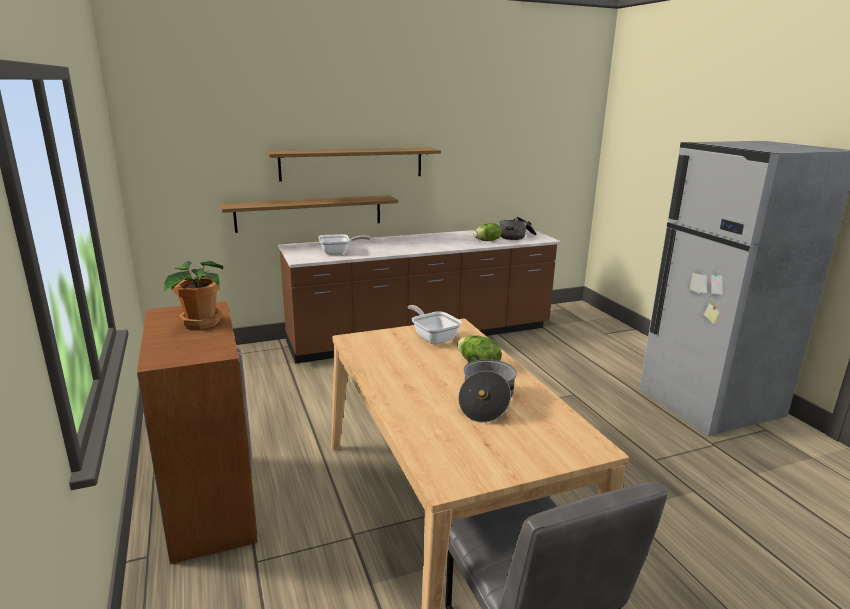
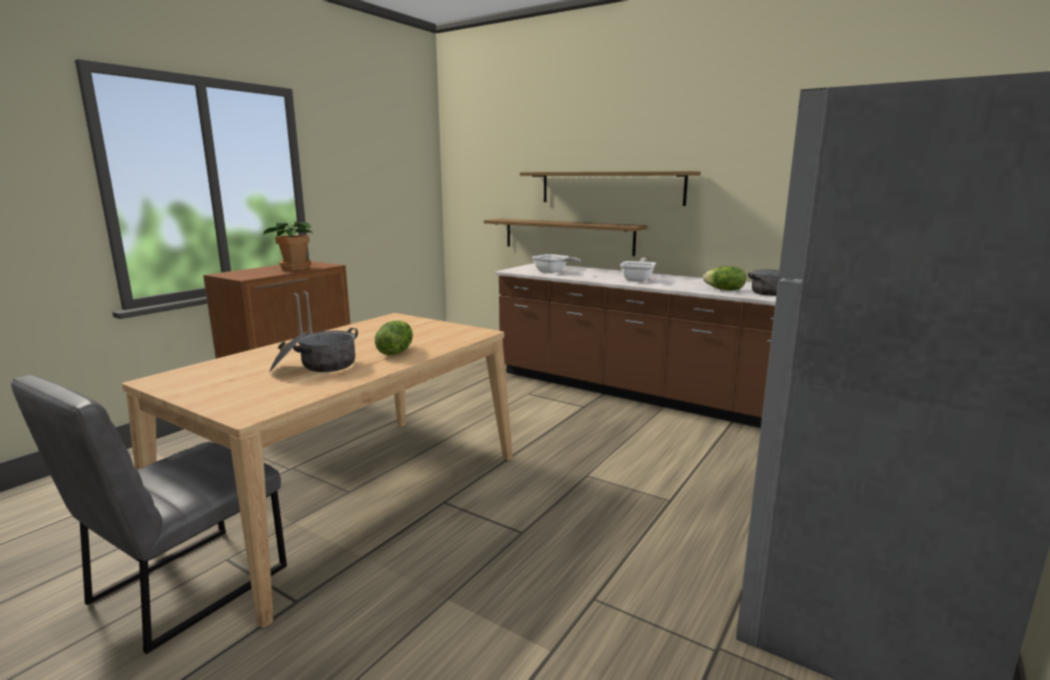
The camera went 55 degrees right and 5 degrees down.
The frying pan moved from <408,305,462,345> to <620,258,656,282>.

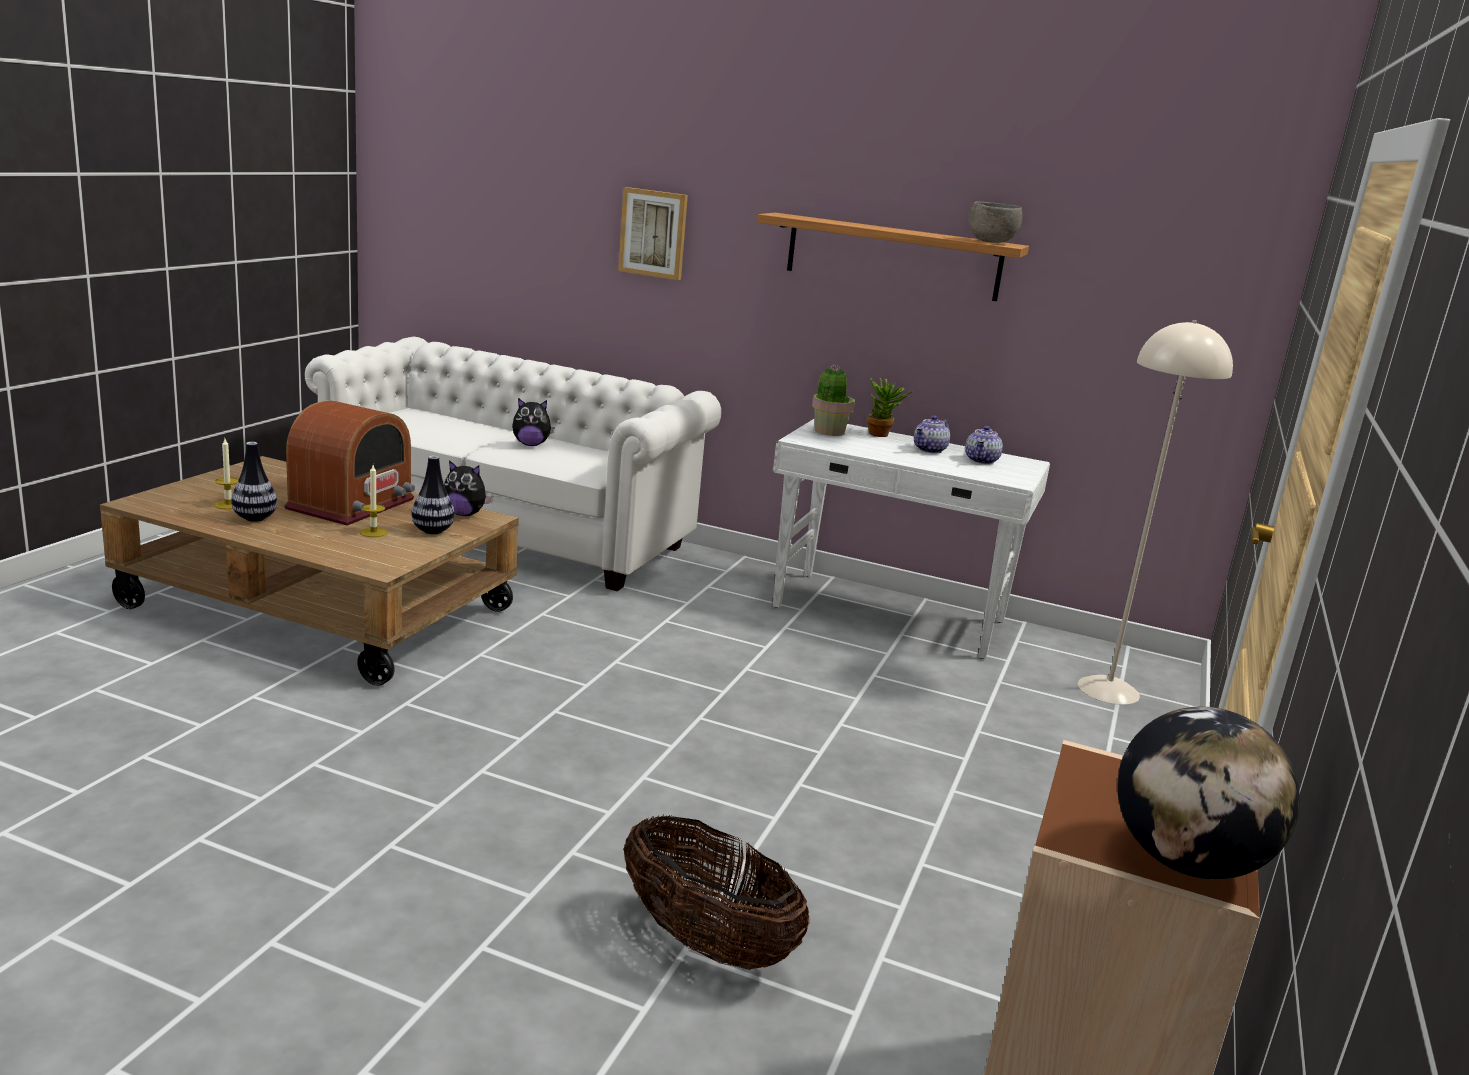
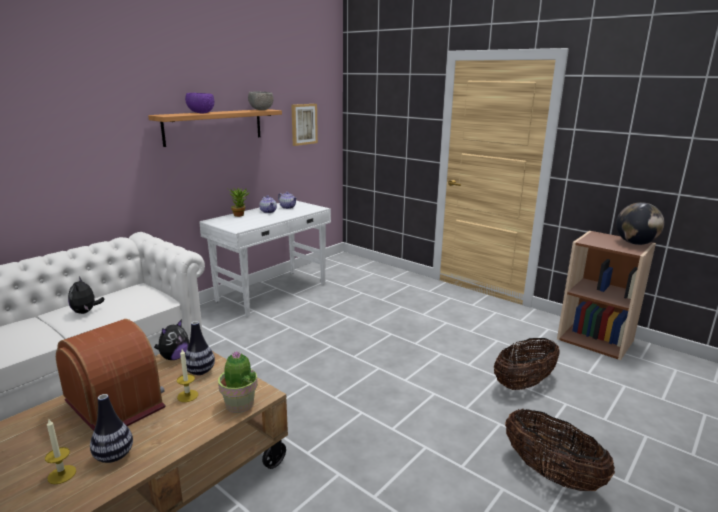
The camera went 70 degrees left and 0 degrees up.
The plush toy at <512,398,555,446> turned 150 degrees clockwise.
The purple bowl at <185,93,214,114> appeared.
The potted plant moved from <812,364,855,436> to <218,351,258,413>.
The picture moved from <618,187,688,280> to <291,104,318,146>.
The basket at <505,409,615,491> appeared.
The beige floor lamp at <1078,320,1233,705> disappeared.

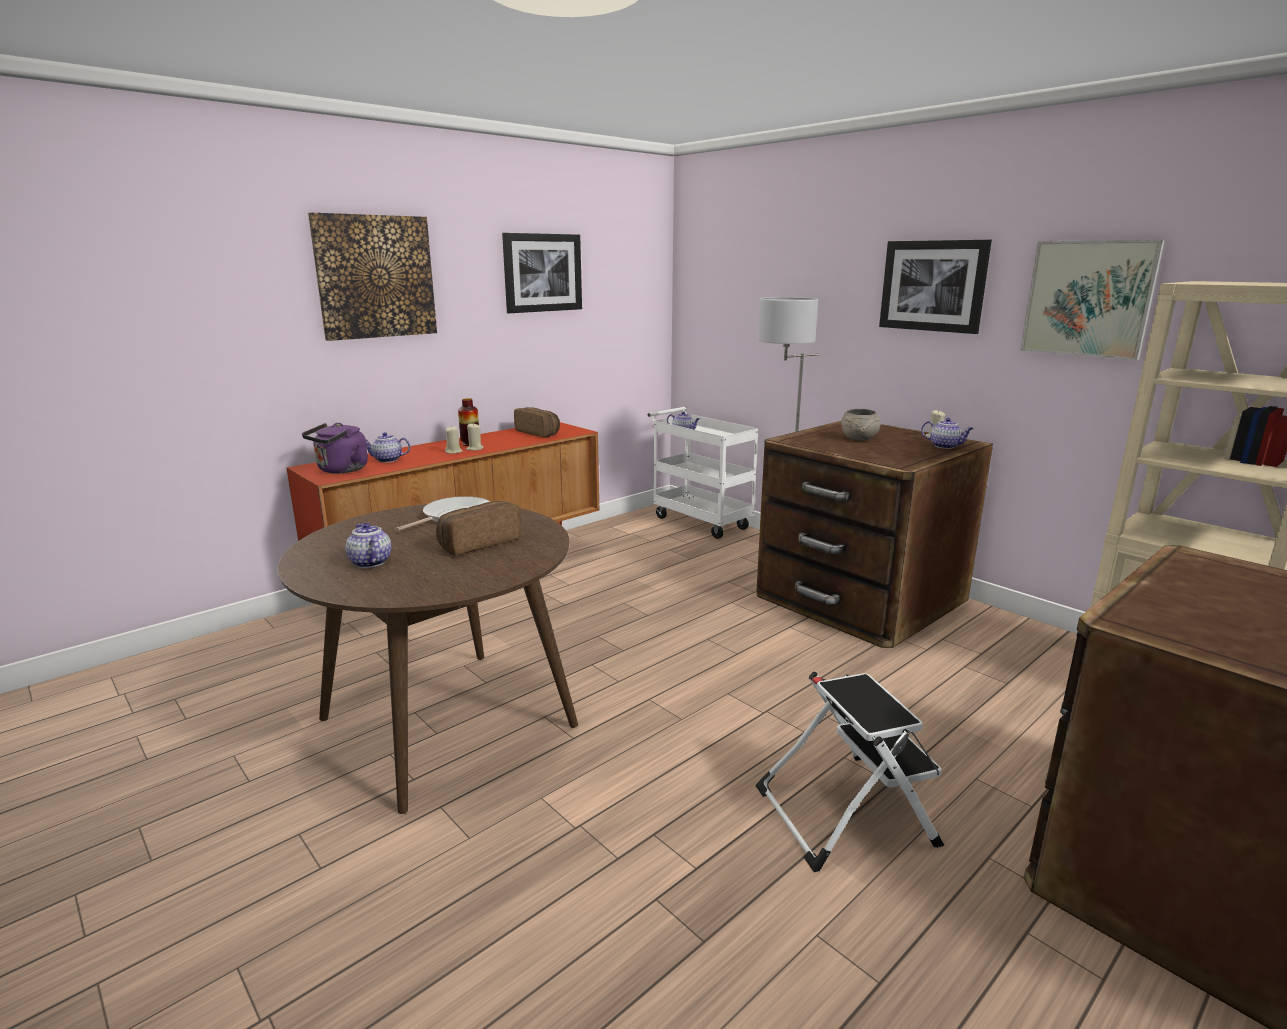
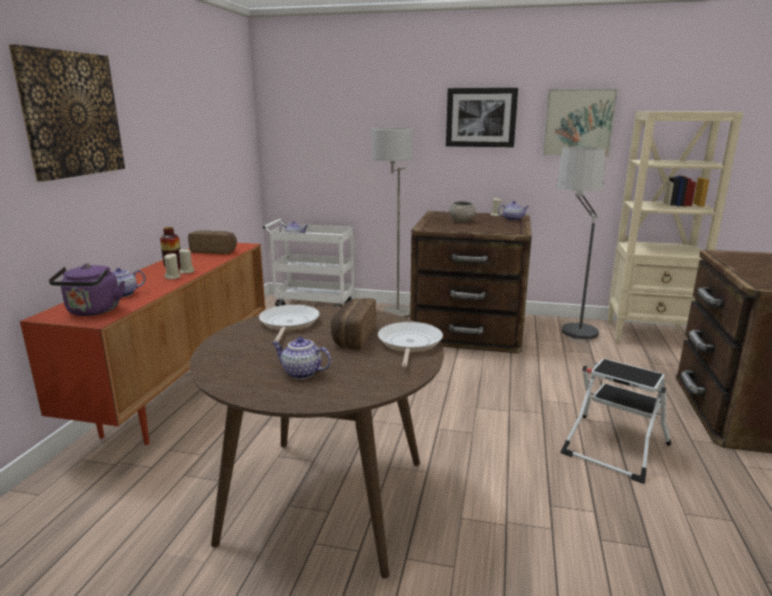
The camera went 35 degrees left and 0 degrees up.
The frying pan at <378,322,443,368> appeared.
The floor lamp at <556,147,606,344> appeared.
The picture at <502,233,582,313> disappeared.

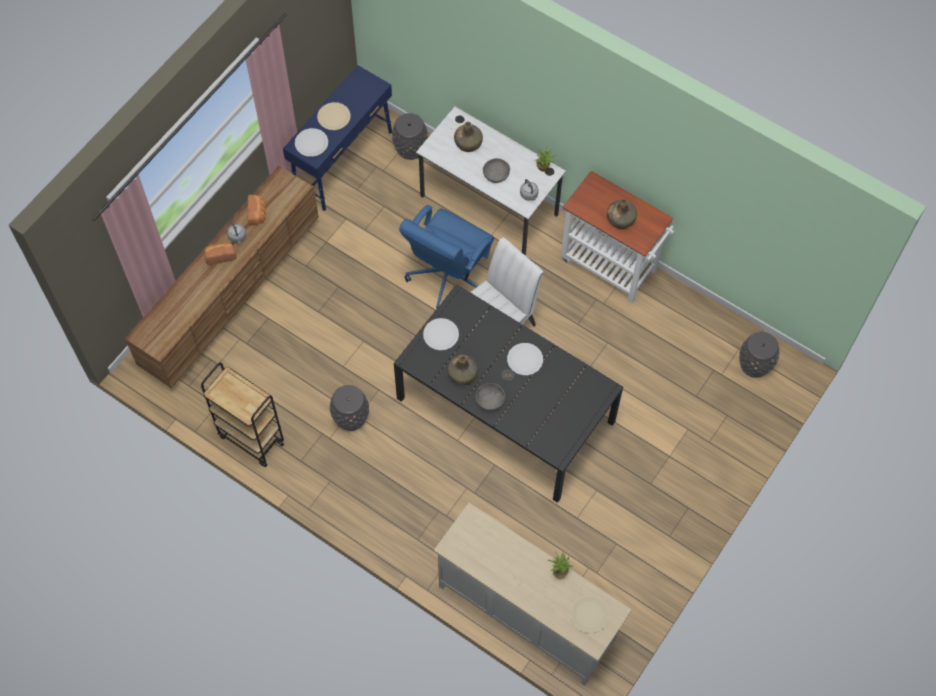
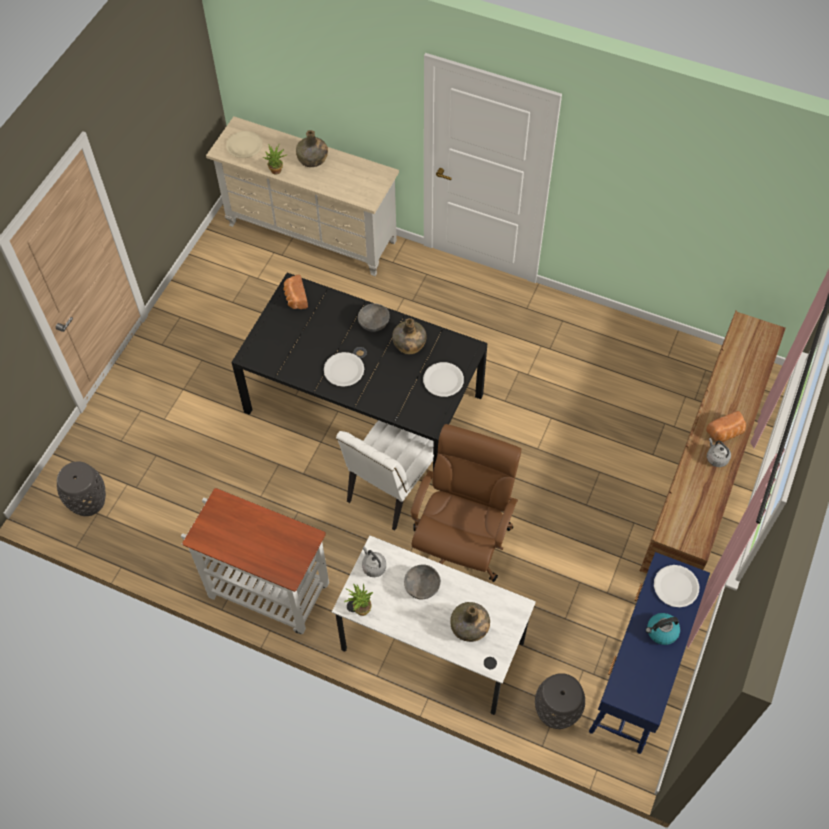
The camera went 170 degrees right and 5 degrees down.
The bread moved from <248,195,266,226> to <283,274,308,309>.
The green bottle moved from <607,199,637,229> to <296,130,328,167>.
The blue office chair at <399,205,494,308> became the brown office chair at <411,424,521,582>.
The beige plate at <317,102,351,130> was replaced by the kettle at <646,613,680,645>.
The brown cart at <201,362,284,467> disappeared.
The grey stool at <330,385,369,431> disappeared.

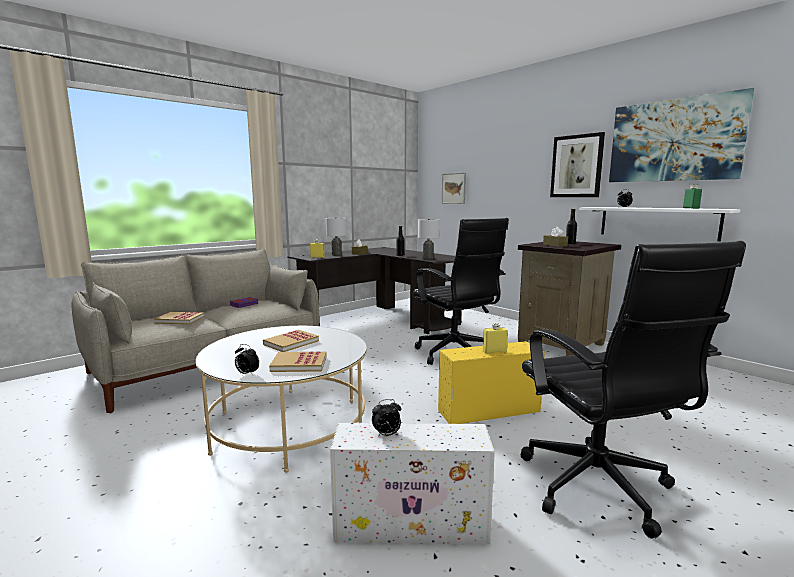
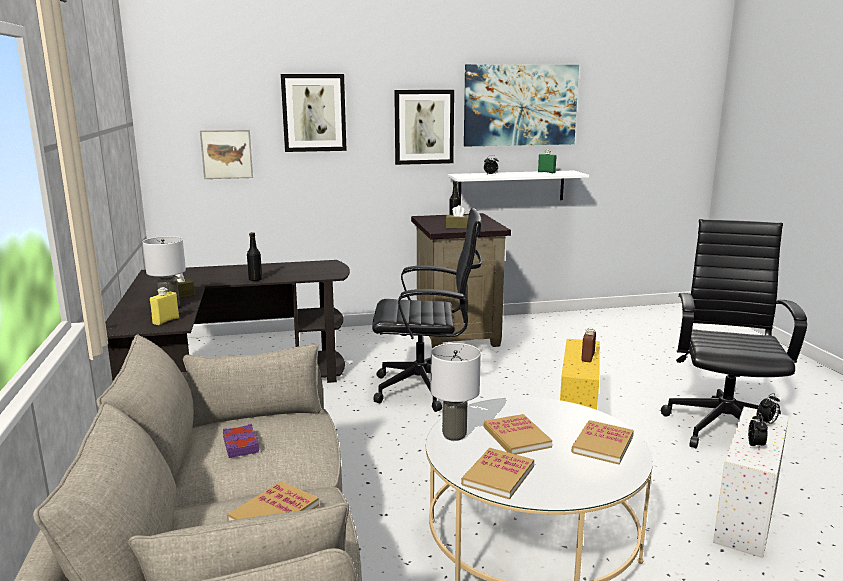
The camera went 60 degrees left and 5 degrees up.
The picture at <281,74,347,152> appeared.
The white table lamp moved from <418,219,440,260> to <431,343,481,441>.
The book at <461,448,534,500> appeared.
The yellow bottle at <483,322,508,354> became the brown bottle at <581,327,596,362>.
The black office chair at <521,241,746,538> turned 90 degrees counterclockwise.
The alarm clock moved from <235,344,259,375> to <756,393,780,424>.

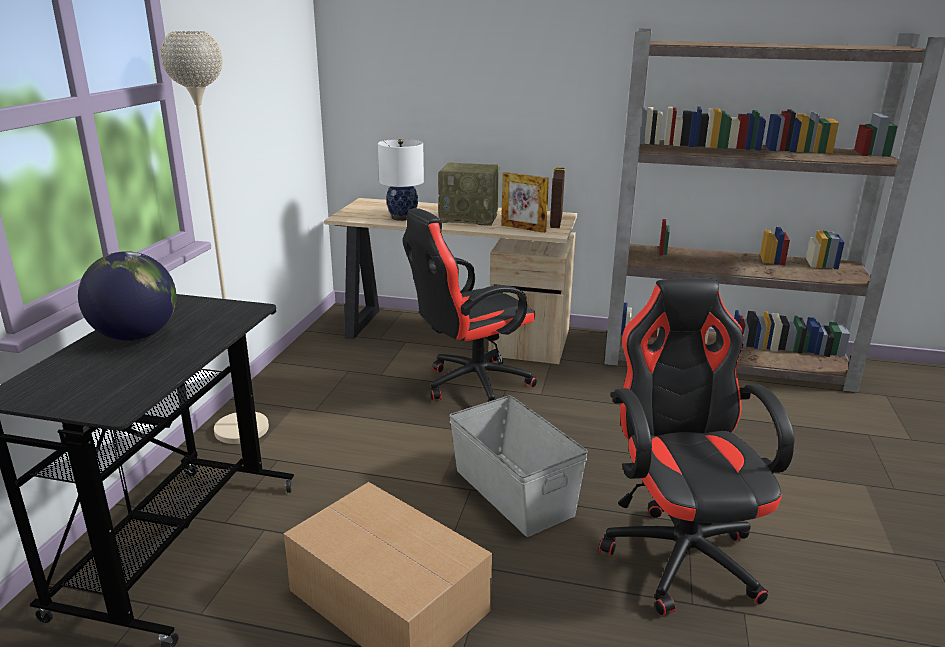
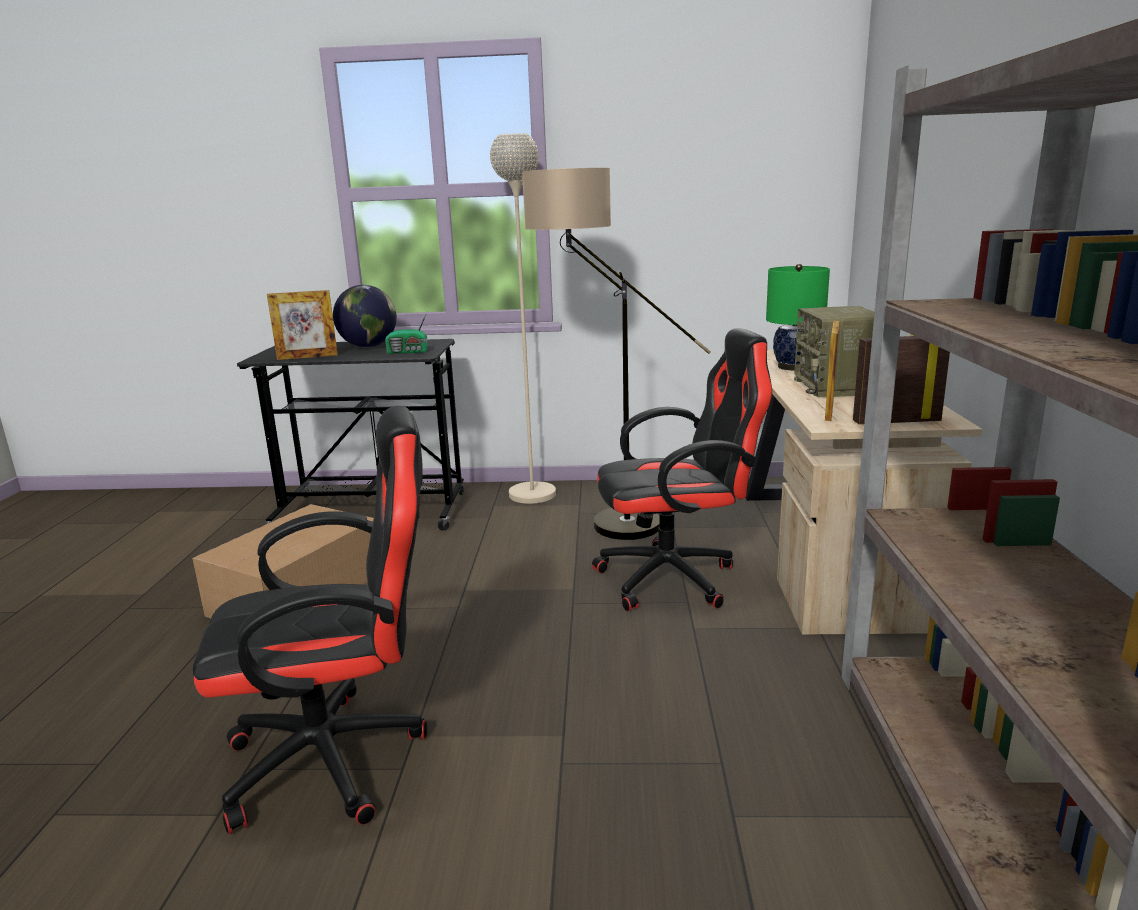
The camera went 80 degrees right and 5 degrees down.
The picture frame at <267,290,338,360> appeared.
The radio at <385,312,428,354> appeared.
The floor lamp at <522,168,711,540> appeared.
The black office chair at <403,208,537,402> turned 120 degrees clockwise.
The white table lamp at <378,139,424,221> became the green table lamp at <766,264,830,370>.
The grey storage box at <449,395,588,537> disappeared.

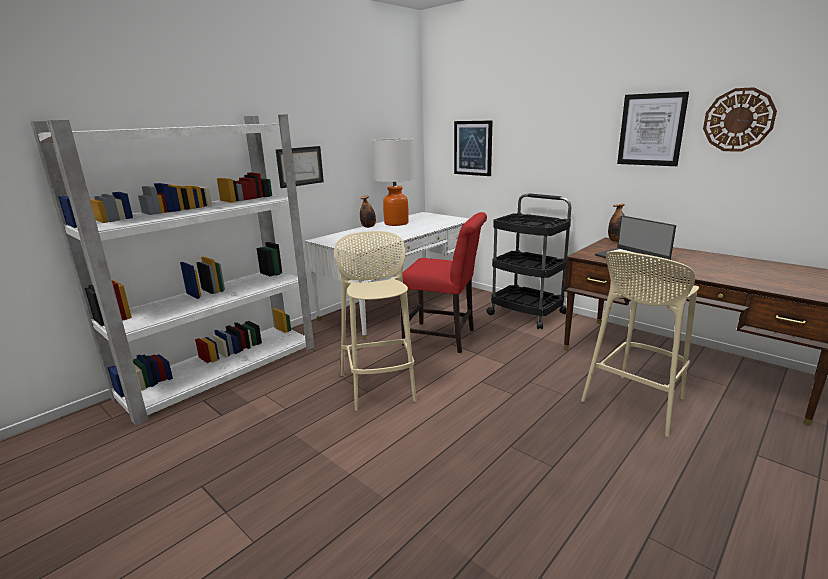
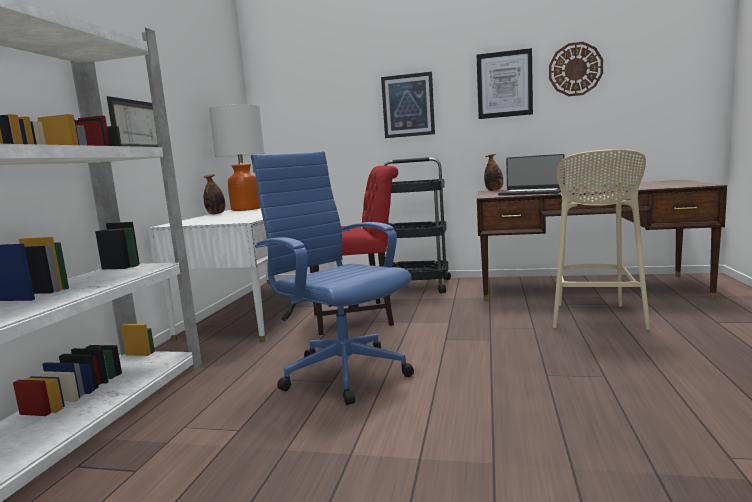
The camera went 30 degrees left and 10 degrees down.
The beige stool at <334,231,417,411> was replaced by the blue office chair at <251,151,414,405>.
The picture moved from <454,120,493,176> to <381,72,435,138>.

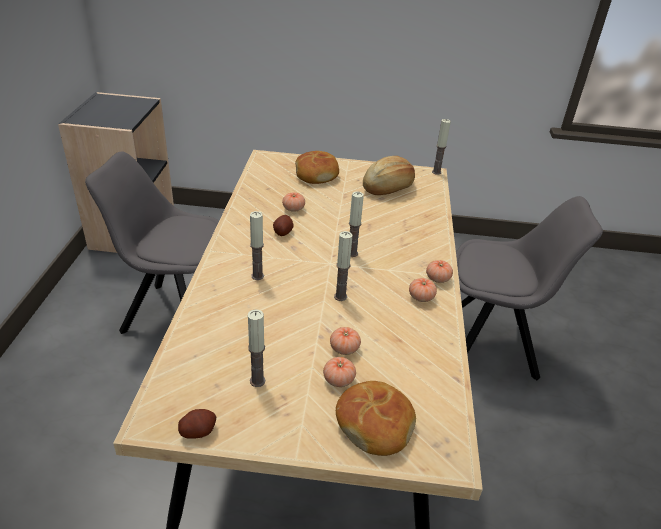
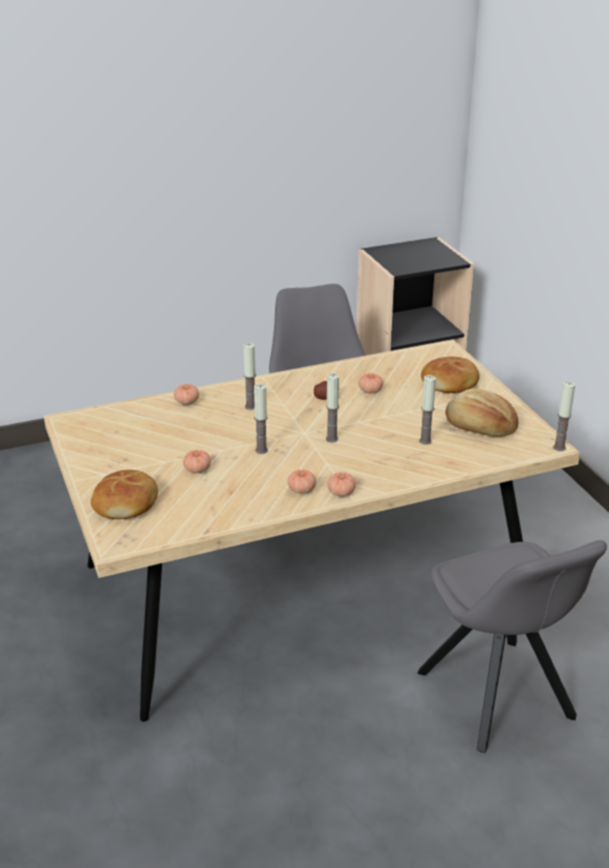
The camera went 65 degrees right and 5 degrees down.
The tomato moved from <323,357,356,387> to <174,384,199,405>.
The candle moved from <248,309,265,387> to <419,375,436,445>.
The potato at <178,409,216,439> disappeared.

